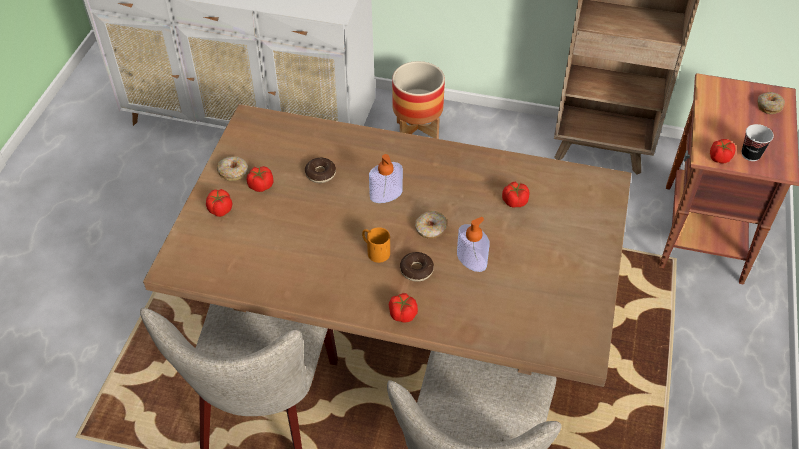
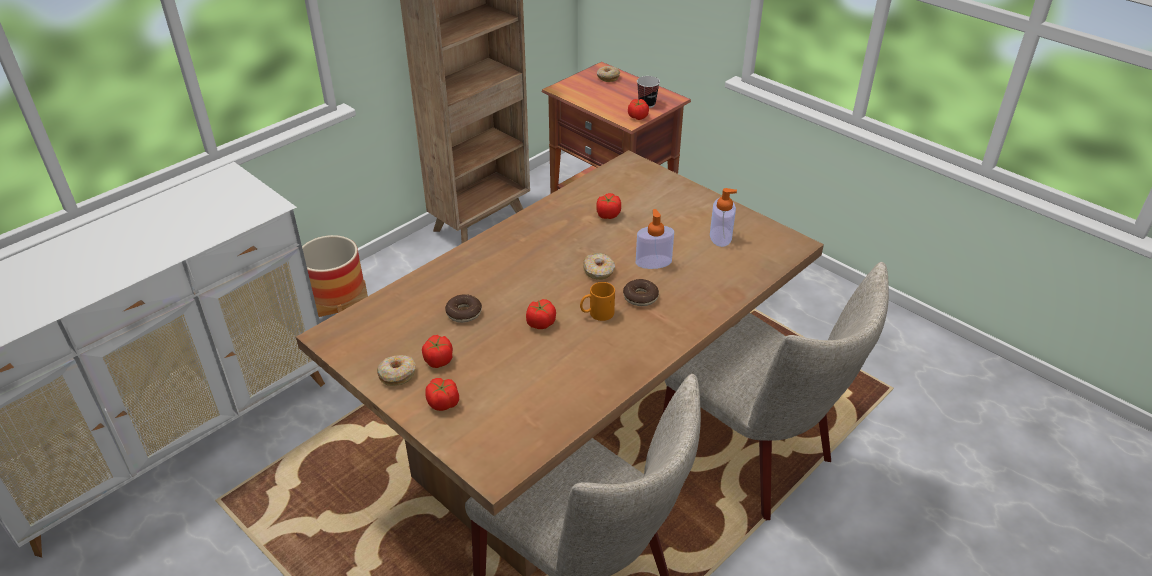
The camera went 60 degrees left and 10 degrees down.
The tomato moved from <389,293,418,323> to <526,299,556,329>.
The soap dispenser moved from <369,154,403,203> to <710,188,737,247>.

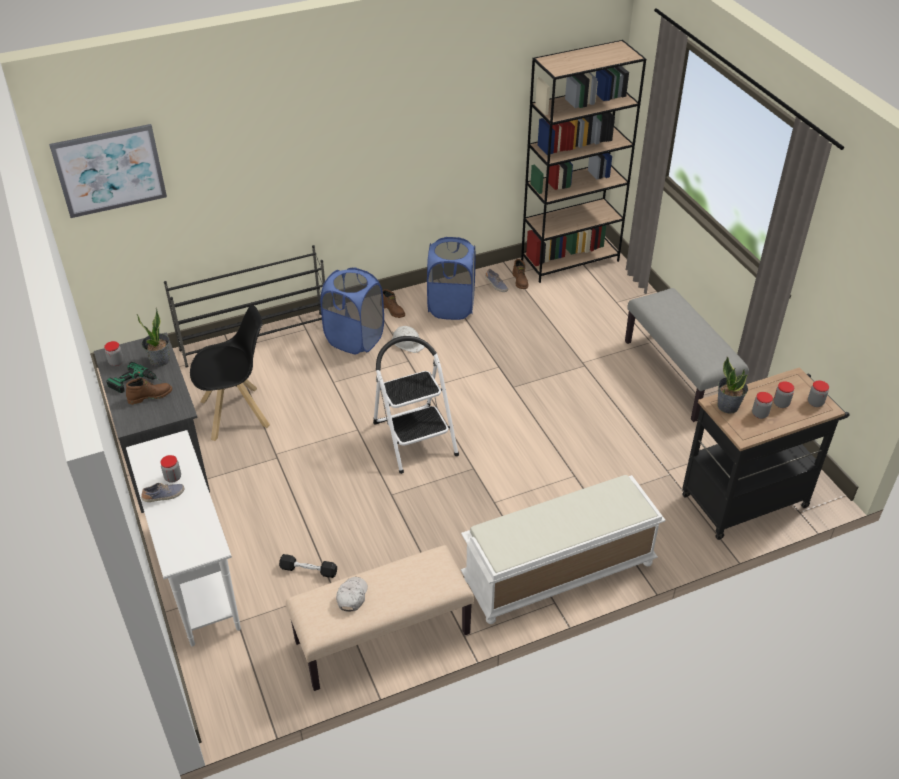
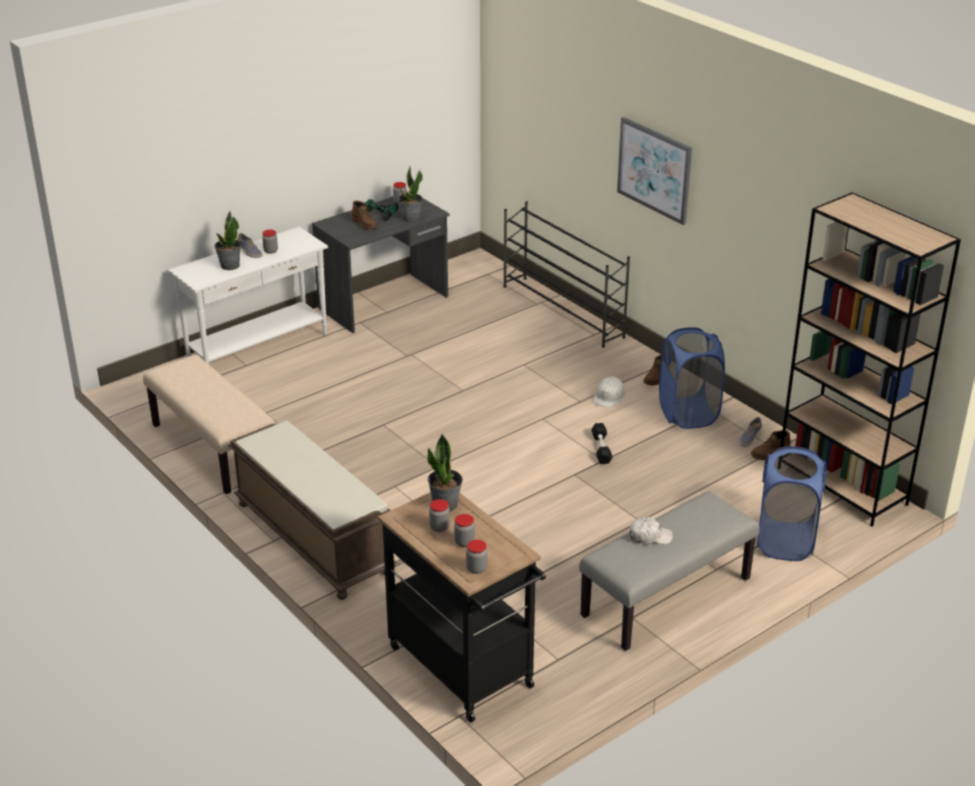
The camera went 75 degrees right and 10 degrees down.
The potted plant at <214,211,241,270> appeared.
The white bench at <461,475,666,624> became the brown bench at <228,421,397,600>.
The black dumbbell moved from <279,554,337,578> to <591,423,613,464>.
The picture moved from <49,124,167,218> to <617,117,692,225>.
The white cap moved from <336,577,368,612> to <629,517,673,544>.
The blue laundry basket moved from <320,267,384,354> to <757,446,827,561>.
The black chair at <190,305,270,441> disappeared.
The step ladder at <373,336,459,474> disappeared.

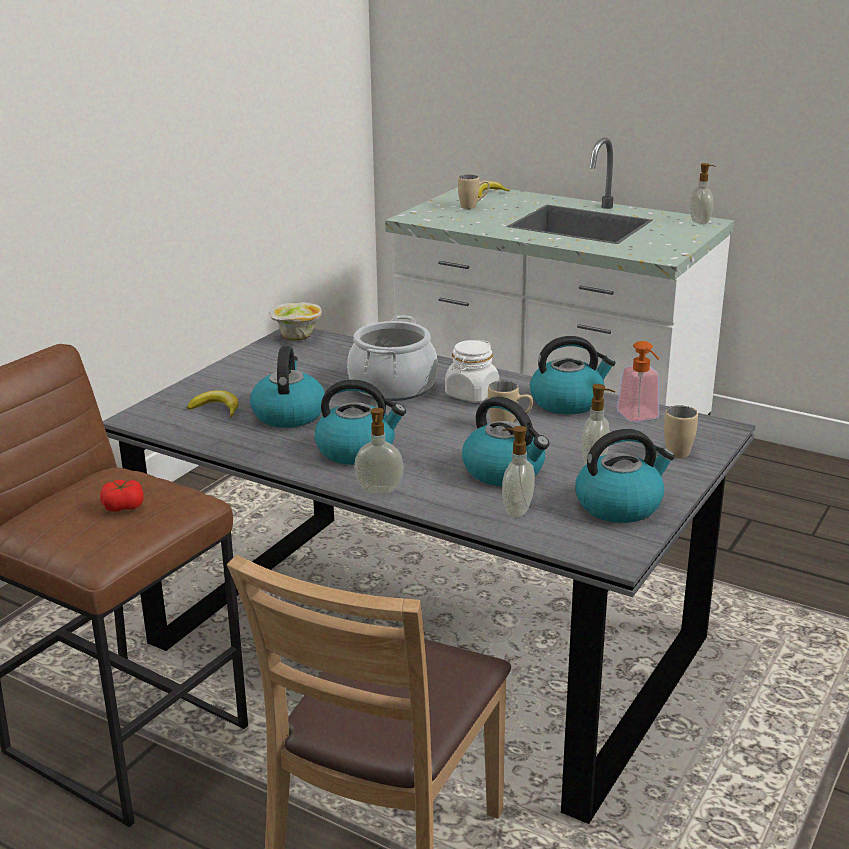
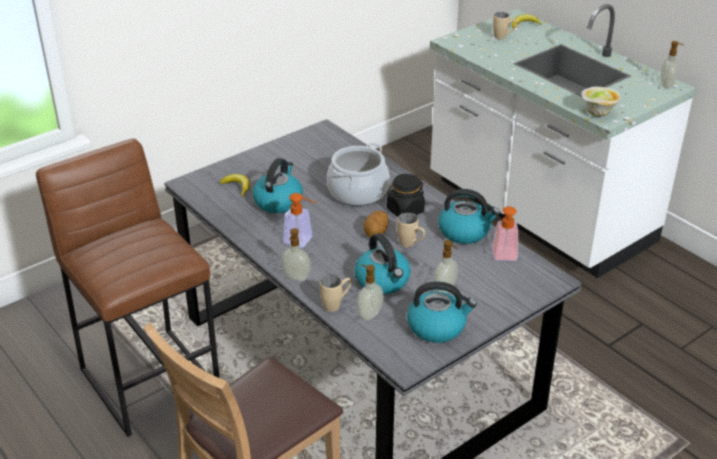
The camera went 20 degrees right and 10 degrees up.
The kettle at <315,379,406,465> was replaced by the soap dispenser at <283,193,316,248>.
The beige mug moved from <664,405,698,458> to <320,274,351,312>.
The potato at <364,211,389,237> appeared.
The white jar at <445,340,499,402> became the black jar at <387,174,425,217>.
The bowl moved from <269,302,322,341> to <581,86,620,116>.
The tomato at <100,479,144,512> disappeared.

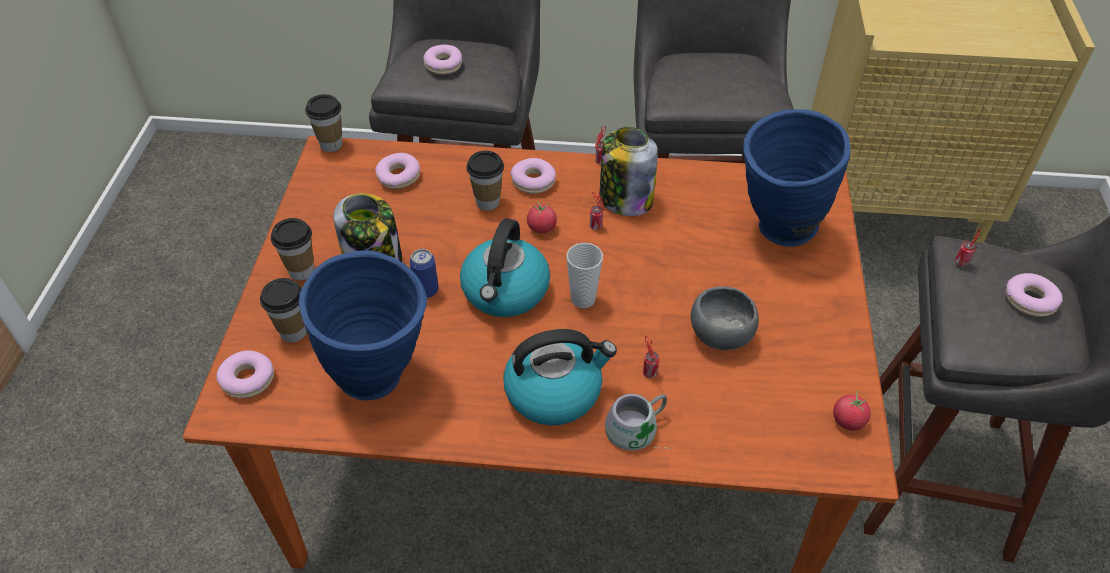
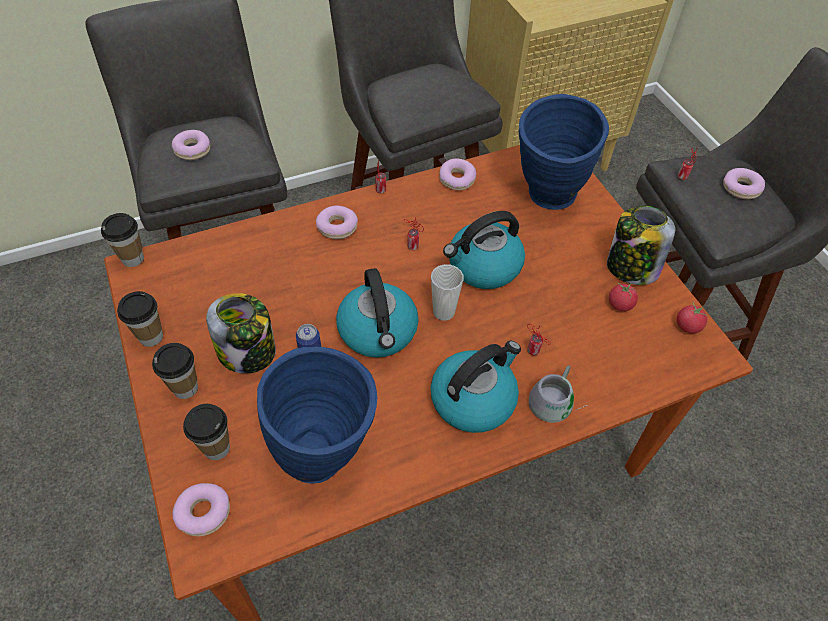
The camera went 30 degrees left and 5 degrees up.
The cup moved from <466,151,504,210> to <117,291,163,347>.
The donut moved from <375,153,420,189> to <439,158,476,190>.
The kettle at <443,211,525,289> appeared.
The jar moved from <600,127,658,216> to <607,206,675,285>.
The tomato moved from <527,200,557,233> to <609,283,638,311>.
The grey bowl at <691,286,759,350> disappeared.

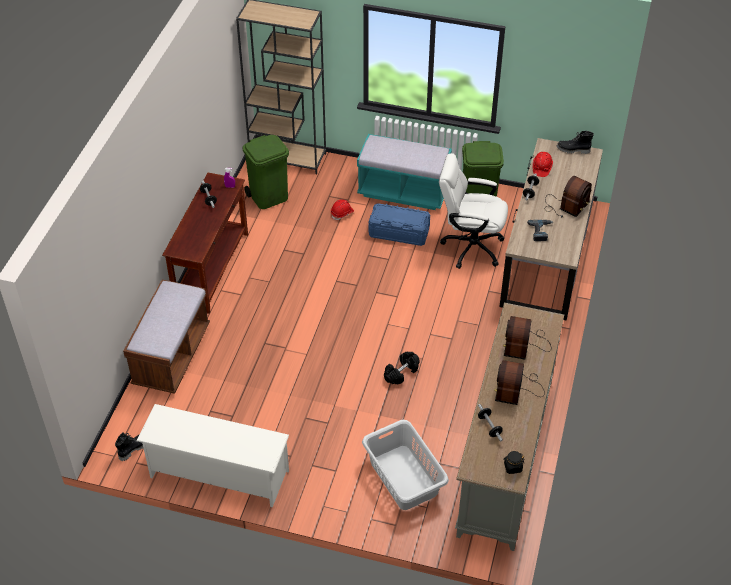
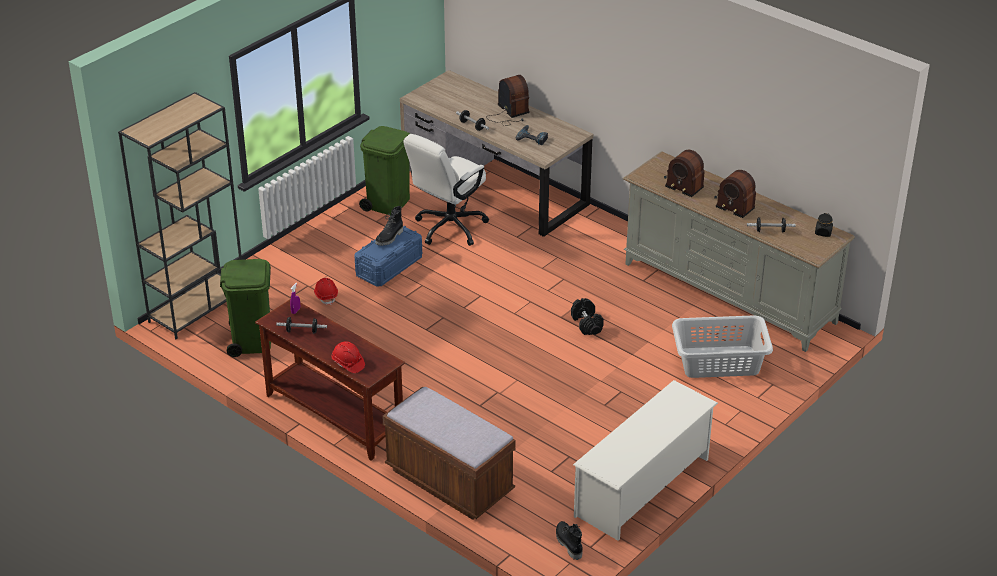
The camera went 65 degrees left and 10 degrees down.
The red hard hat moved from <533,152,553,177> to <331,341,365,373>.
The black boot moved from <557,131,594,154> to <375,206,403,246>.
The turquoise bench at <357,134,452,210> disappeared.

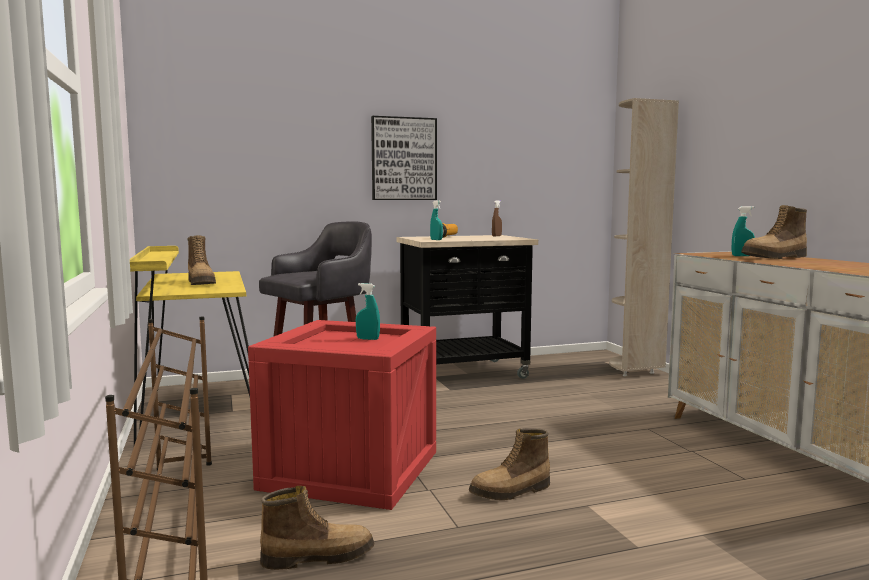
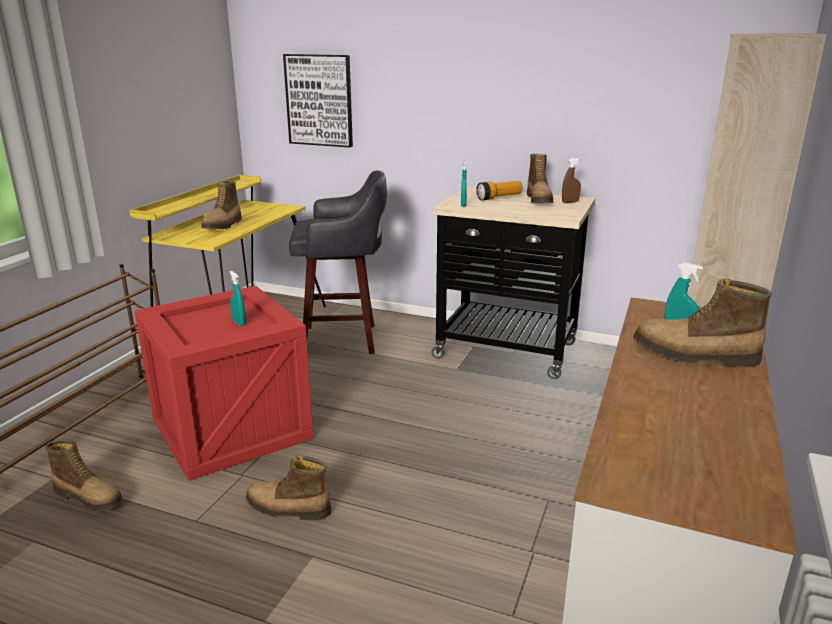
The camera went 40 degrees right and 15 degrees up.
The picture moved from <371,116,437,200> to <283,54,353,147>.
The boot at <527,154,553,203> appeared.

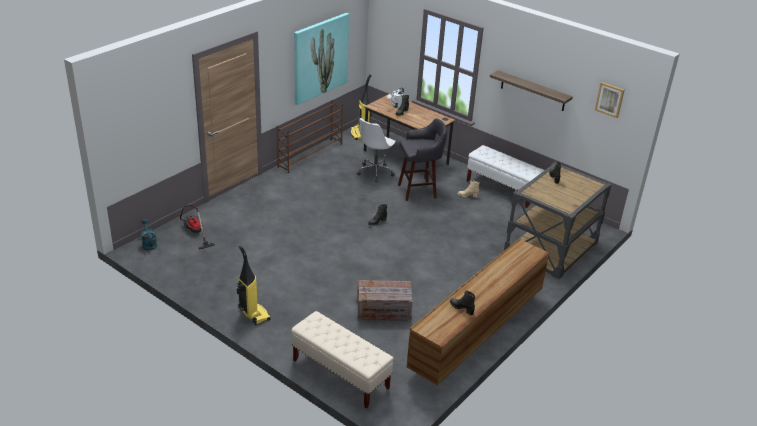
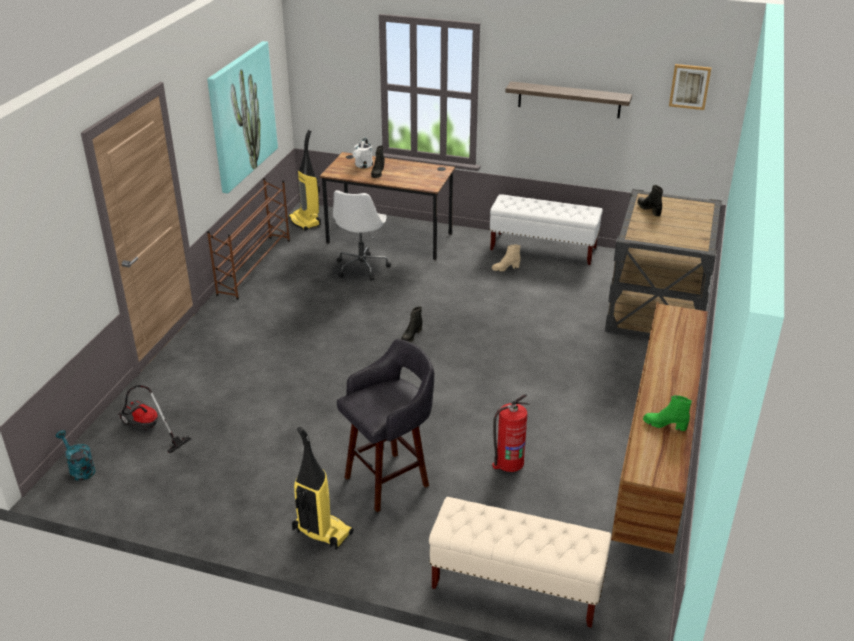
The camera went 20 degrees left and 0 degrees up.
The grey stool moved from <398,118,447,201> to <337,339,434,512>.
The crate at <357,280,413,322> was replaced by the fire extinguisher at <492,394,530,472>.
The black boot at <450,291,475,315> became the green boot at <643,395,692,431>.

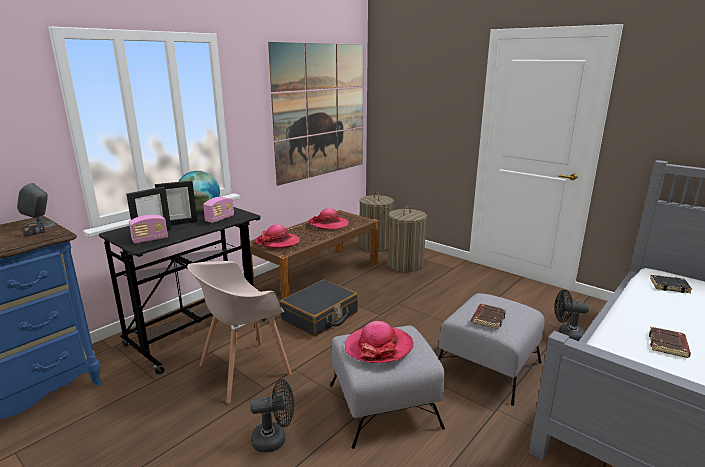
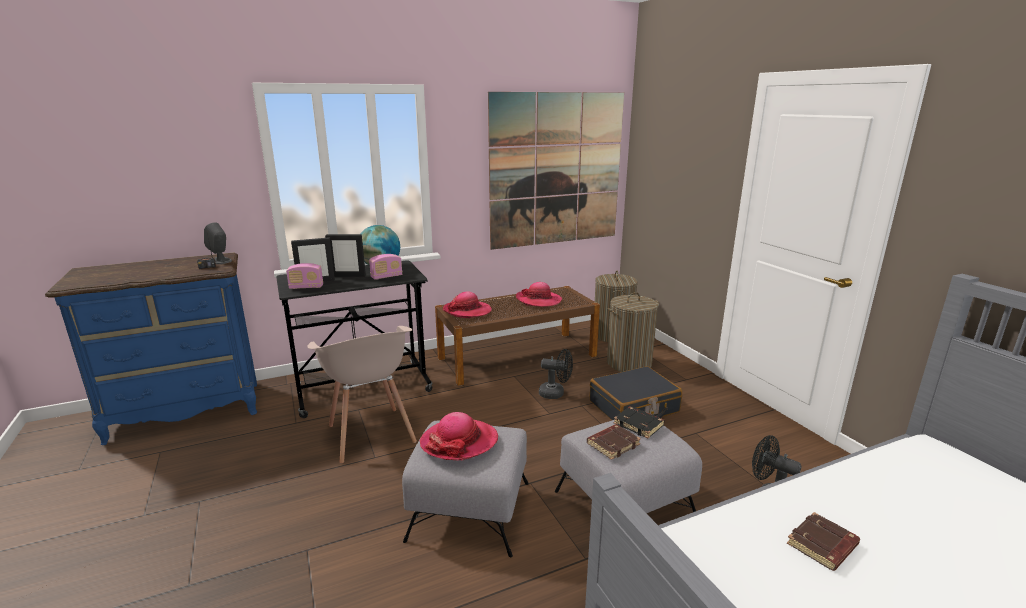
The camera went 25 degrees right and 0 degrees up.
The beige chair at <187,261,291,403> turned 105 degrees counterclockwise.
The black fan moved from <250,379,294,453> to <539,349,573,399>.
The black suitcase moved from <280,280,358,337> to <590,366,682,420>.
The black book moved from <650,275,692,293> to <614,406,665,438>.

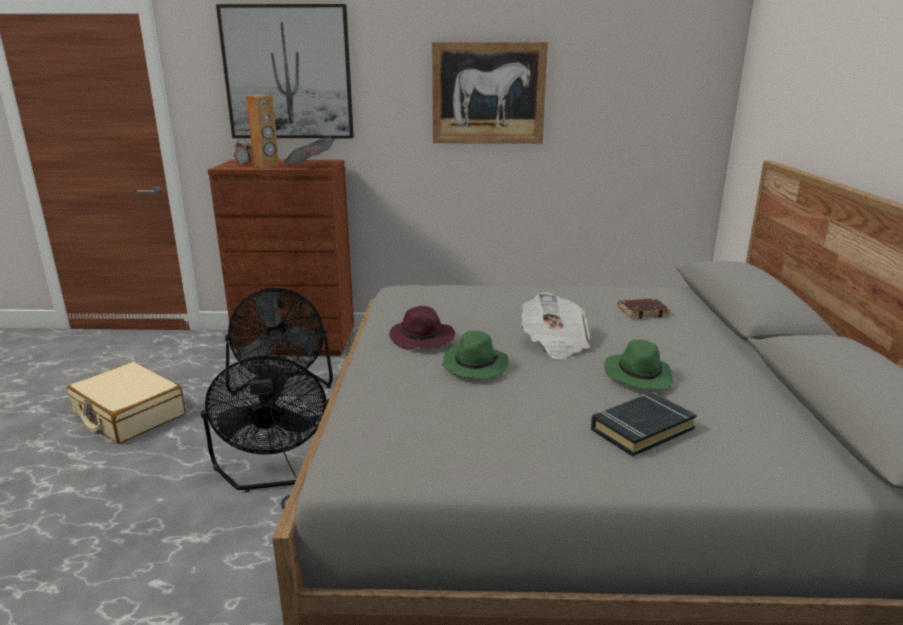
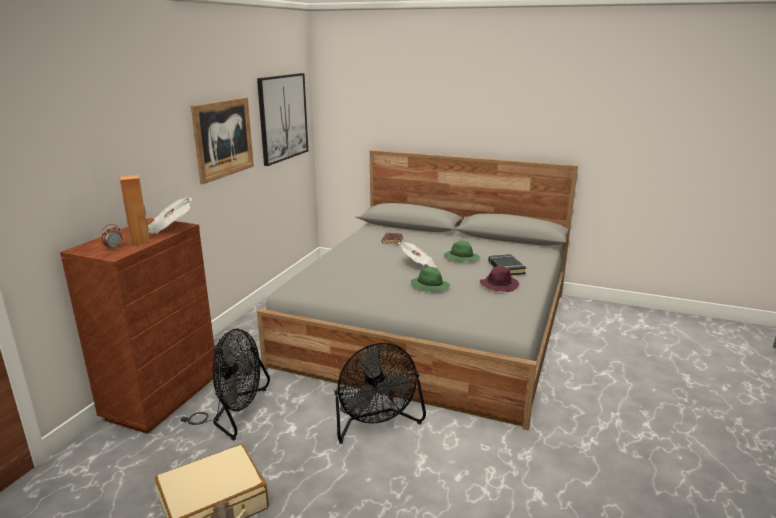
The camera went 70 degrees left and 0 degrees up.
The picture moved from <216,4,354,138> to <257,73,308,166>.
The black fan at <201,356,329,510> turned 120 degrees counterclockwise.
The purple hat moved from <389,306,455,349> to <480,266,519,292>.

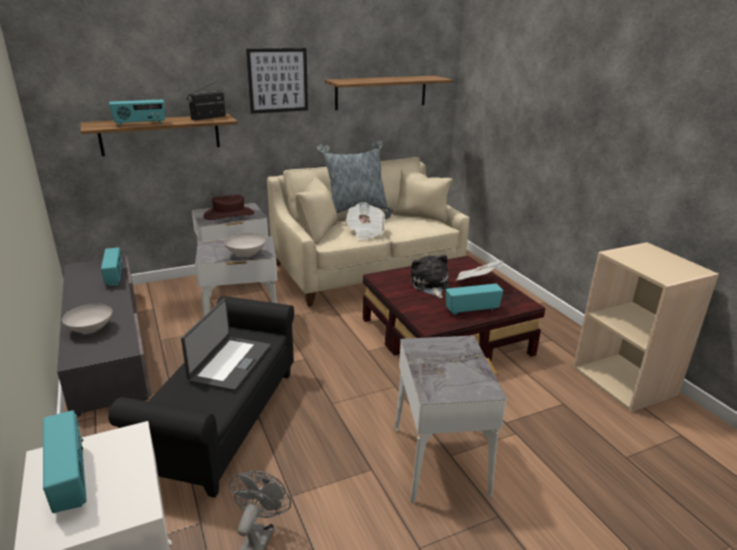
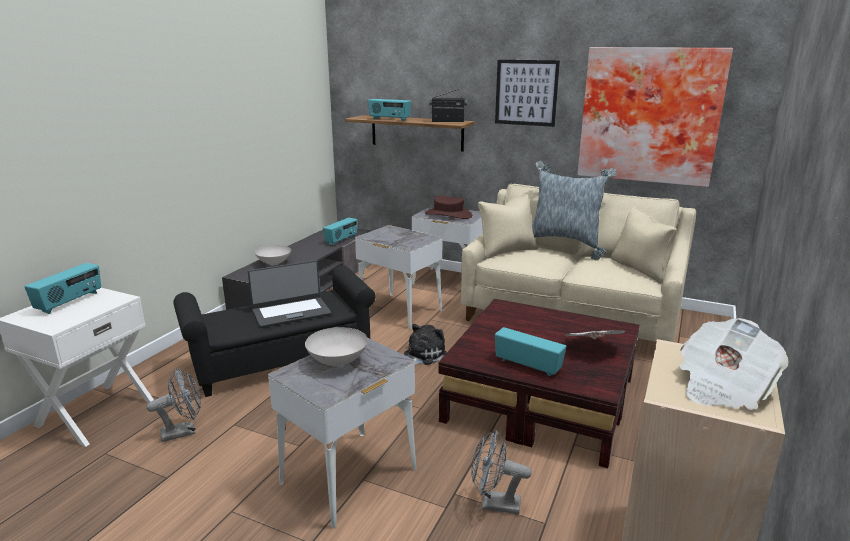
The camera went 50 degrees right and 5 degrees down.
The white bowl moved from <224,233,266,257> to <305,327,368,367>.
The plush toy moved from <410,255,450,298> to <404,324,447,365>.
The grey fan at <471,430,532,514> appeared.
The shelf at <324,76,453,110> was replaced by the picture at <577,47,733,187>.
The newspaper moved from <346,202,385,240> to <680,318,789,410>.

